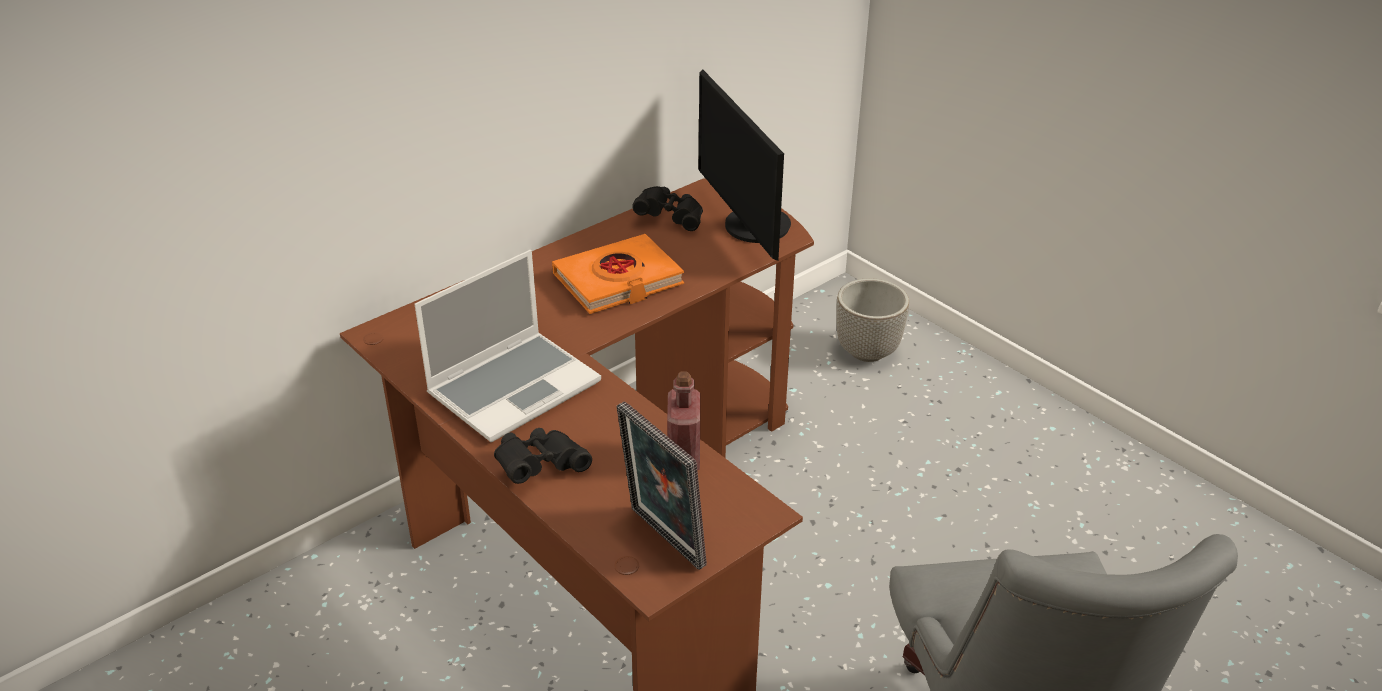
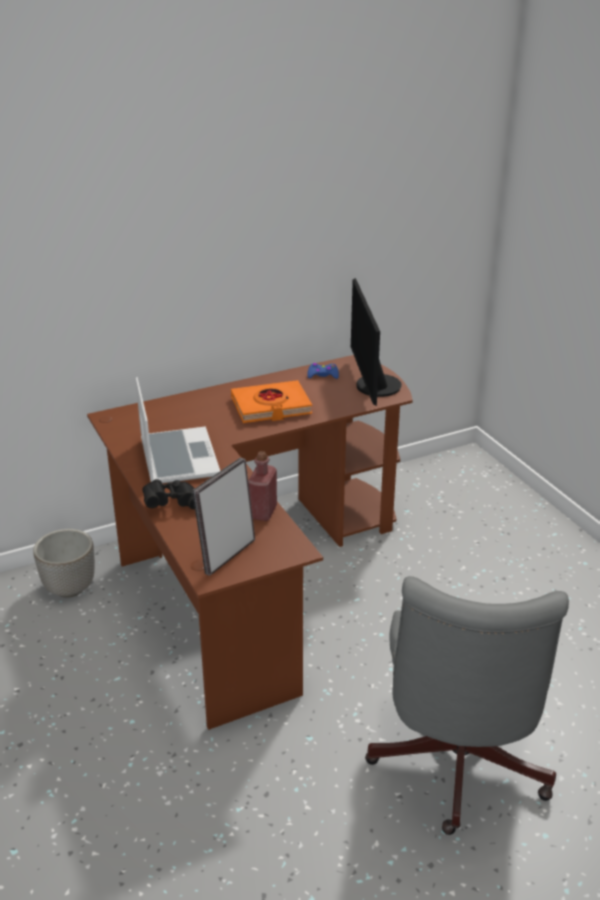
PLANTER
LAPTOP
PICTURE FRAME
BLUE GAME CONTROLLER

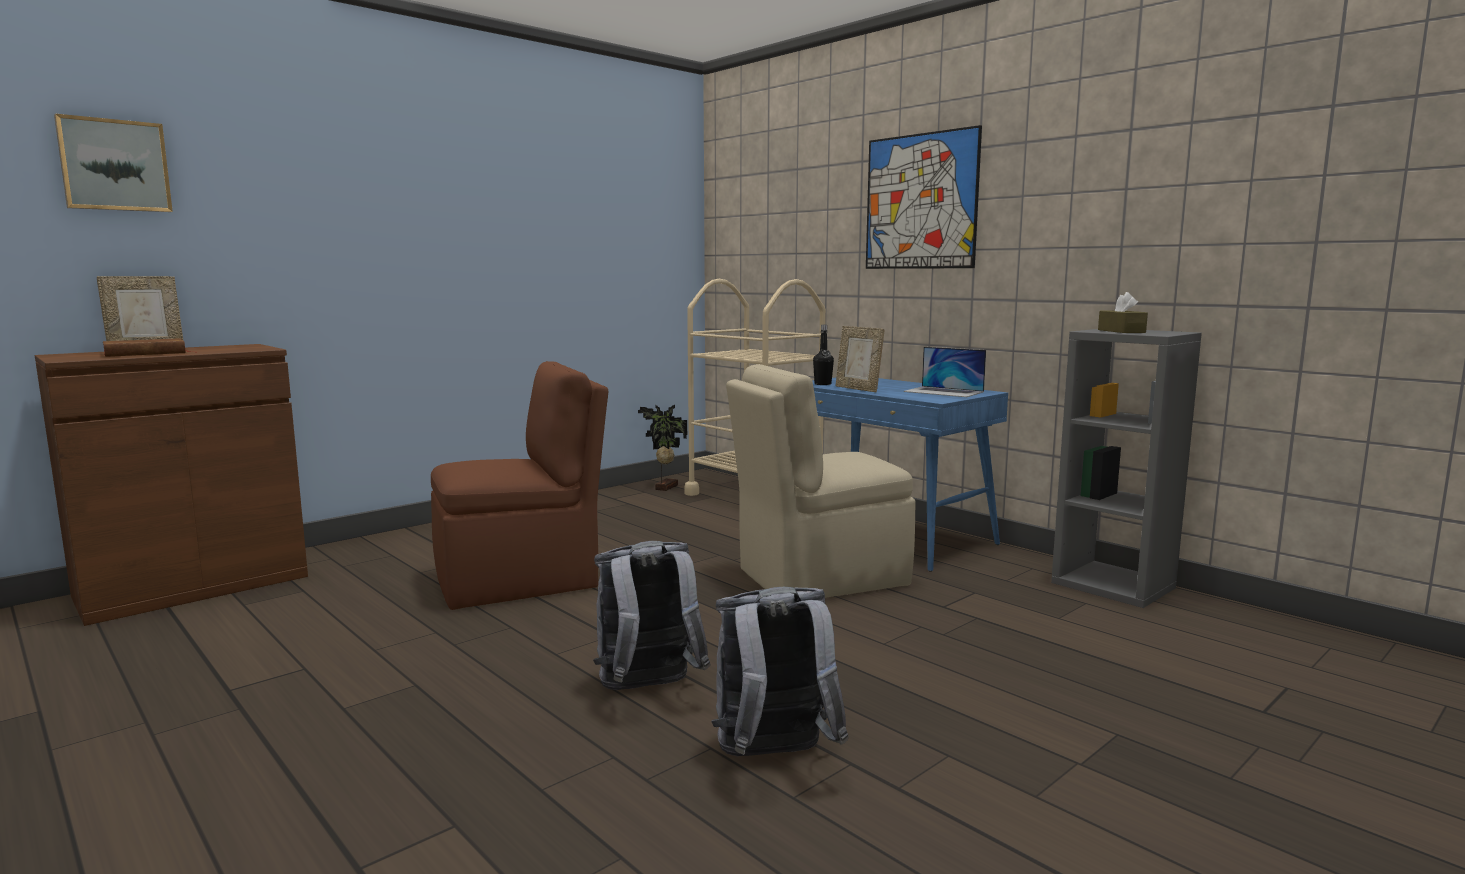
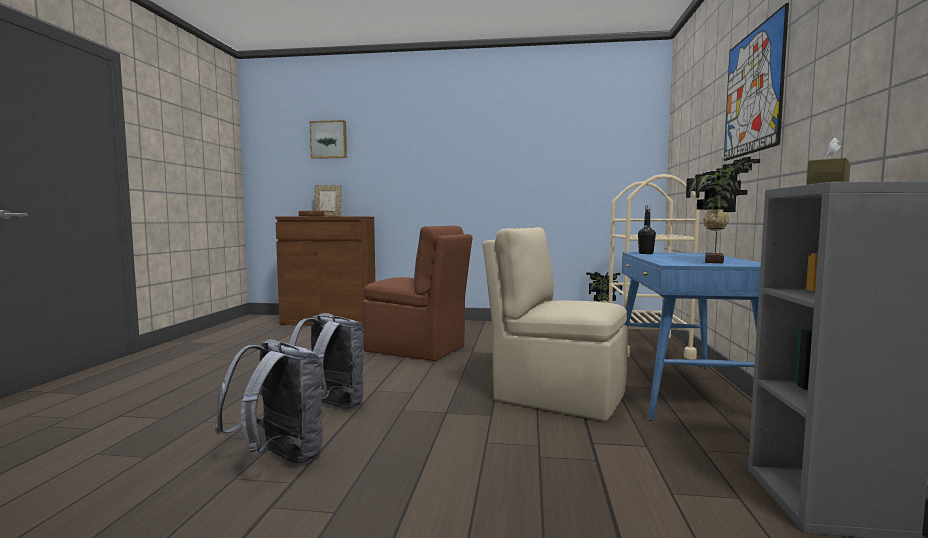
POTTED PLANT (no. 2 from left)
PICTURE FRAME (no. 2 from left in the first image)

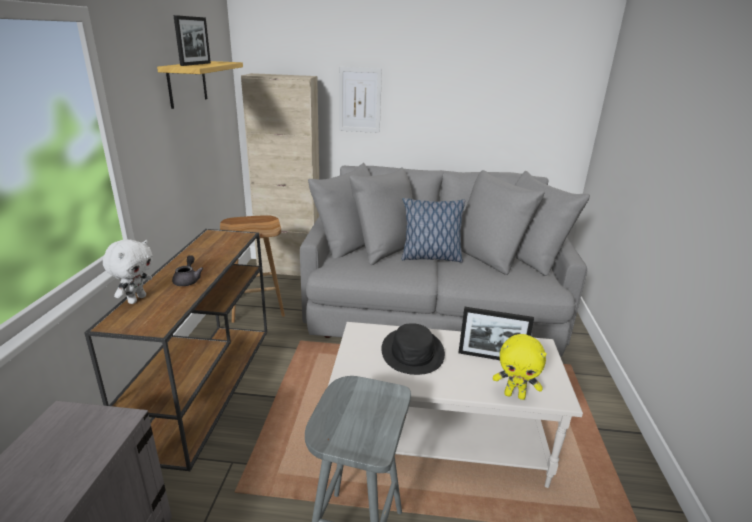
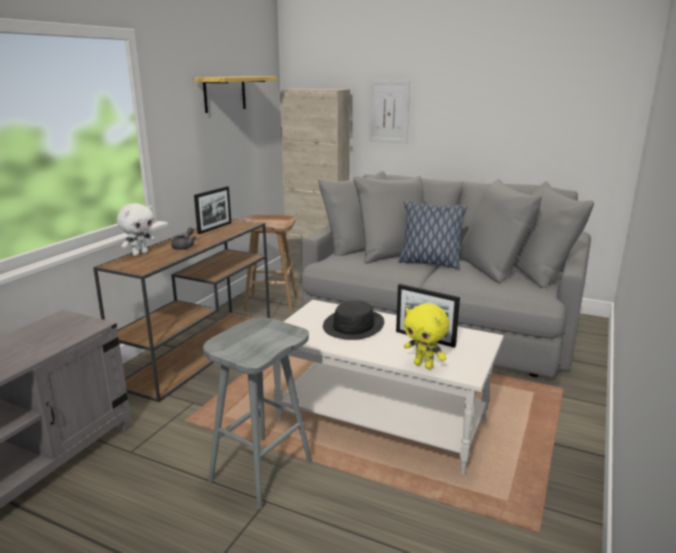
PICTURE FRAME (no. 1 from left)

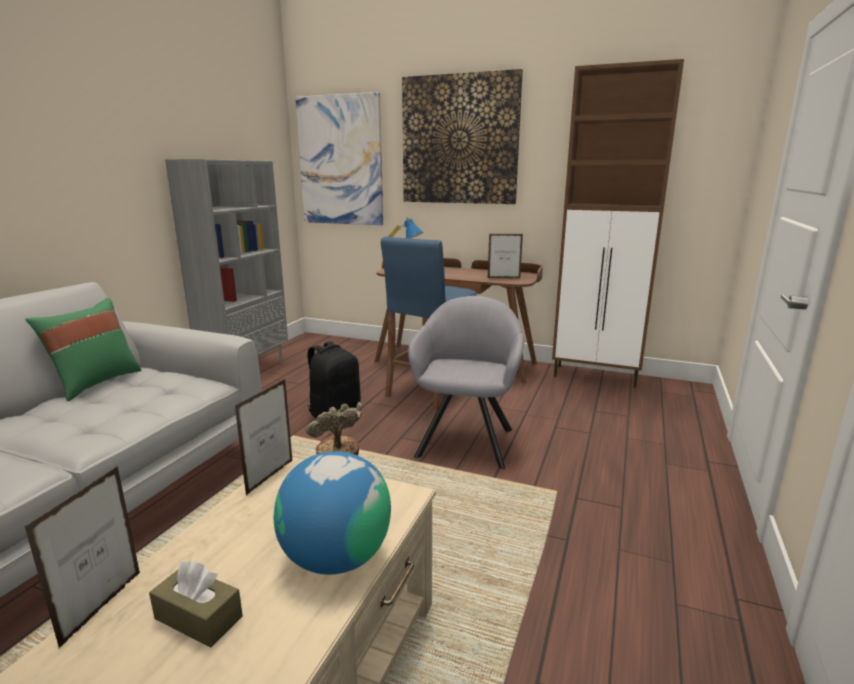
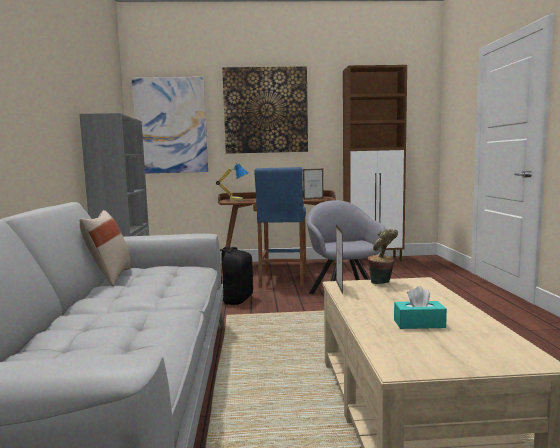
BEIGE PILLOW
TURQUOISE TISSUE BOX
PICTURE FRAME (no. 1 from left in the first image)
GLOBE

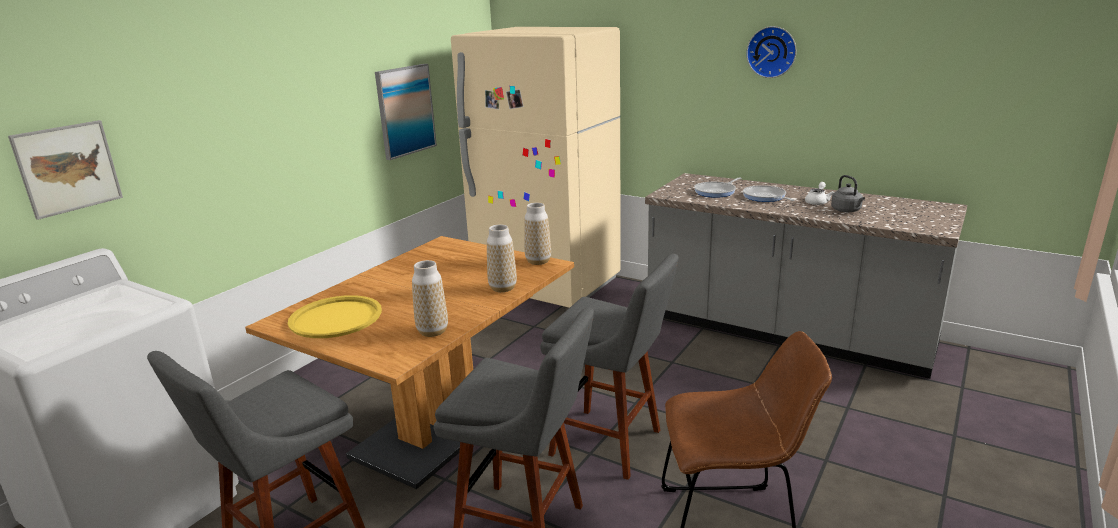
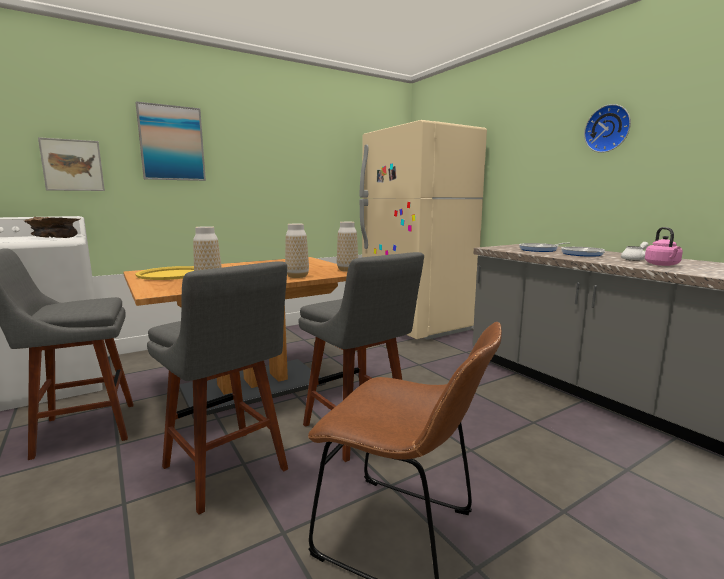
BROWN BOWL
PICTURE (no. 2 from left)
PINK KETTLE

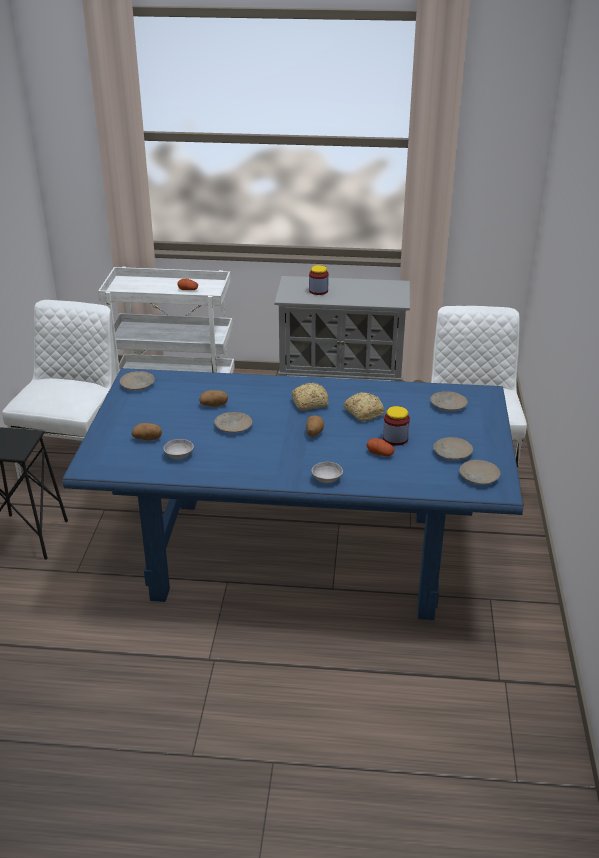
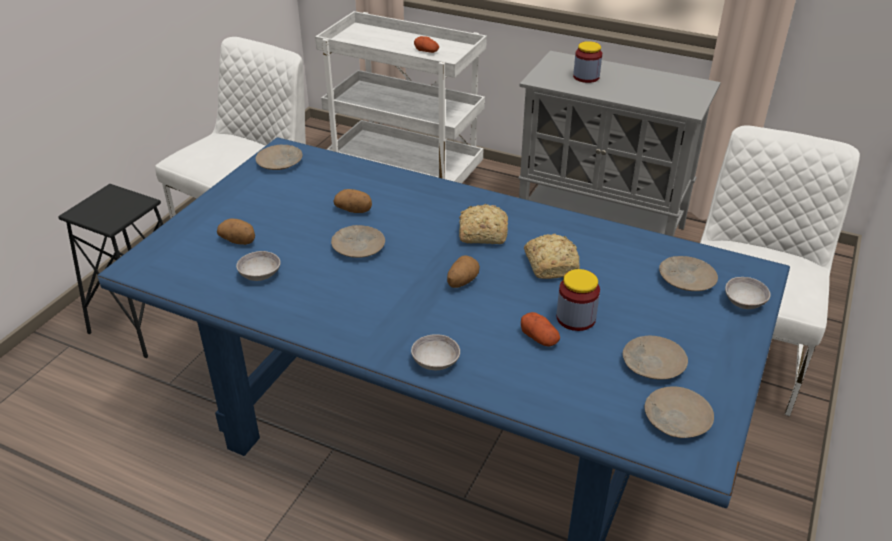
GREY BOWL (no. 3 from left)

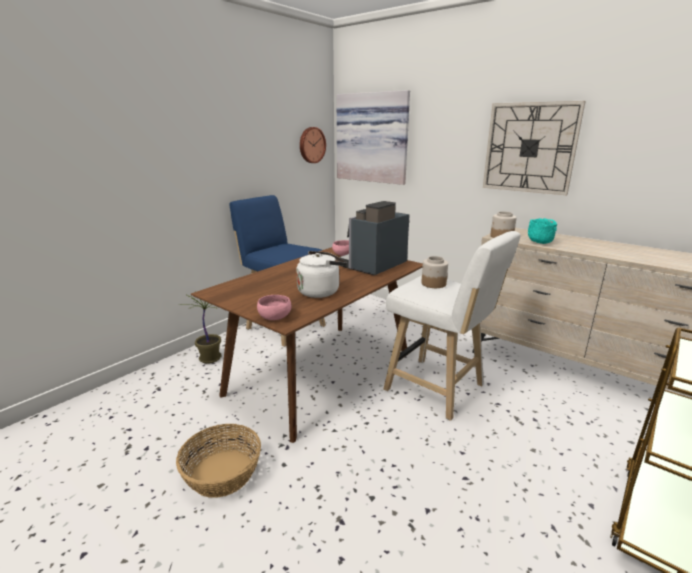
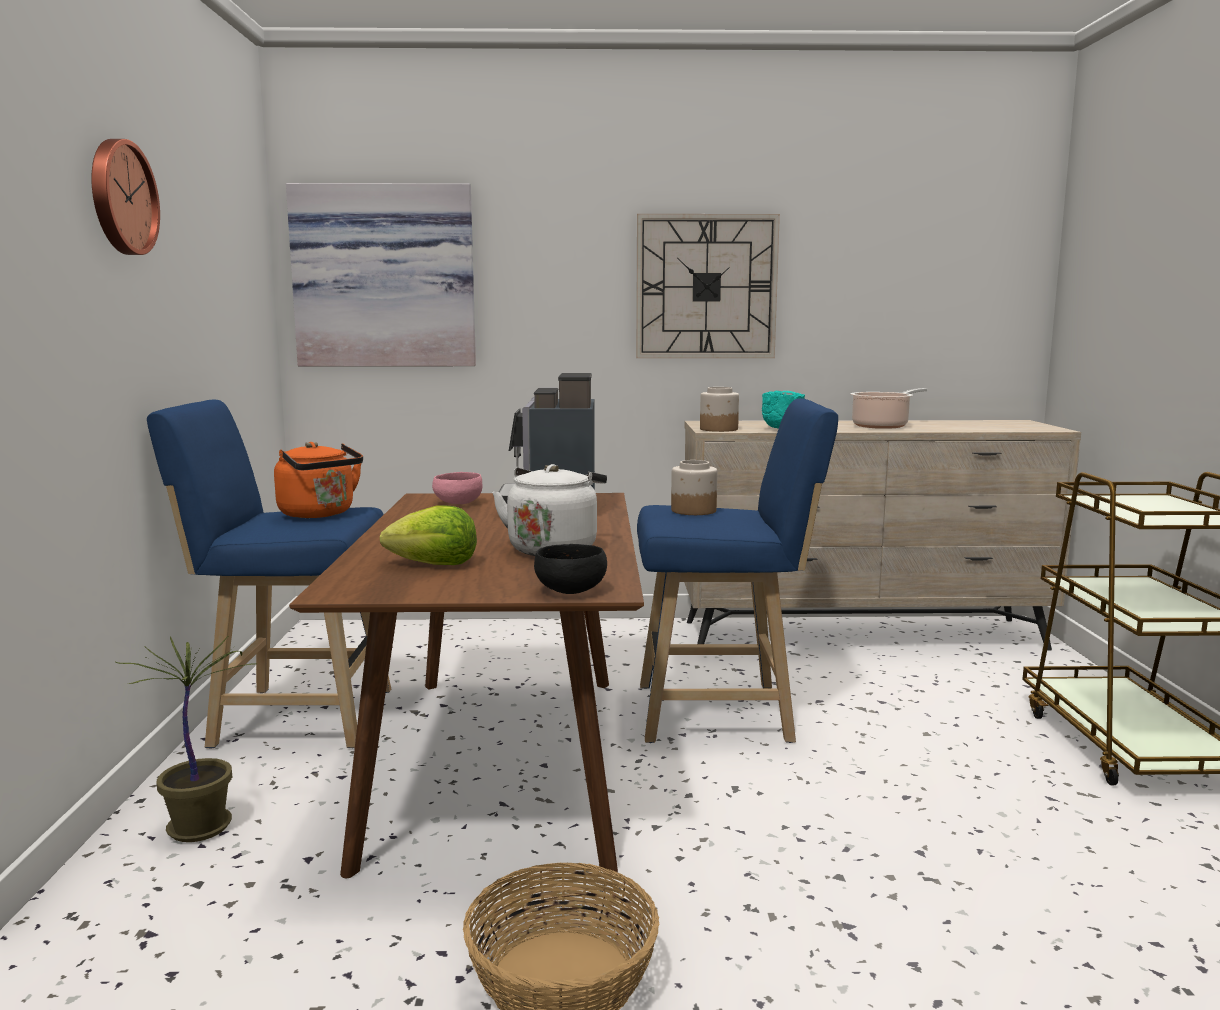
WALL CLOCK (no. 1 from left)
ORANGE KETTLE
LETTUCE
BLACK BOWL
BLUE STOOL (no. 2 from left)
COOKING POT

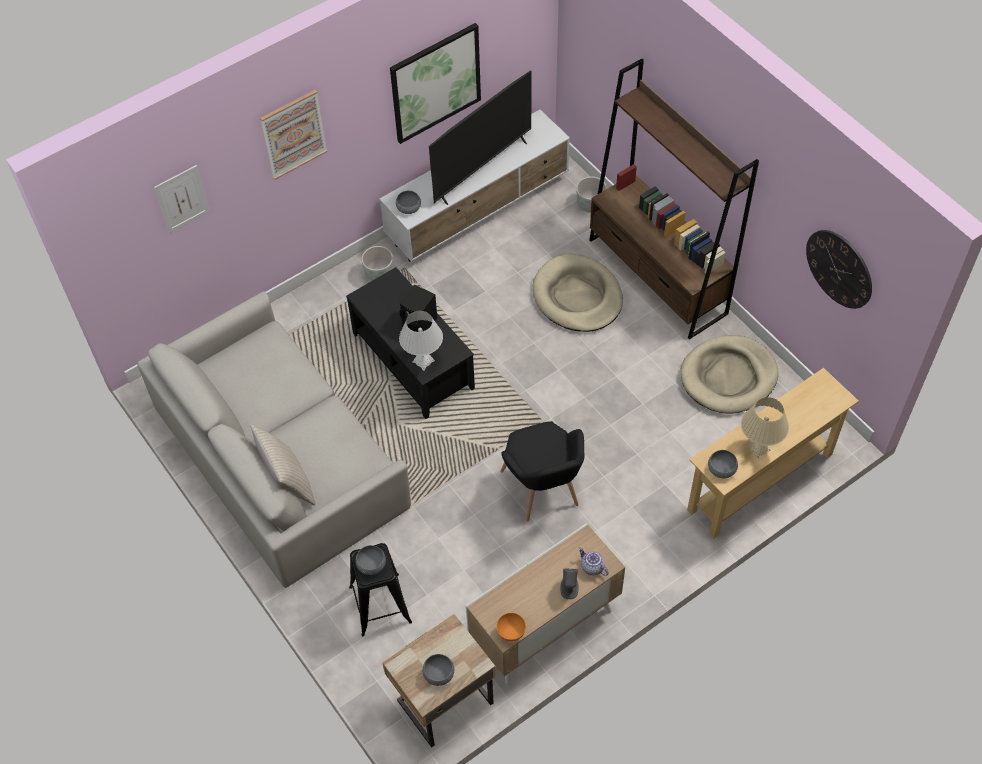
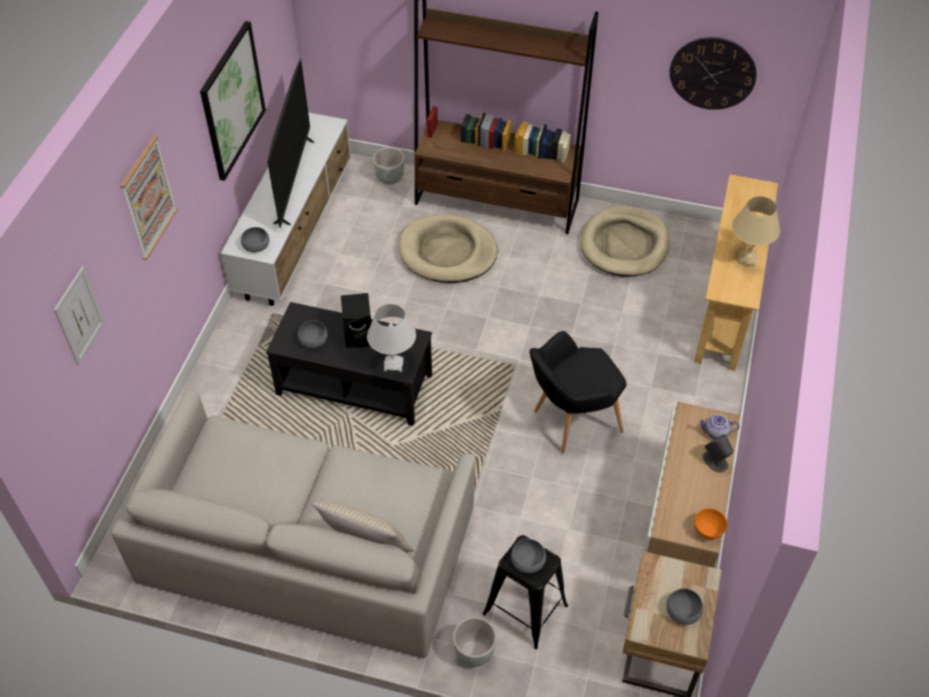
GREY BOWL (no. 2 from left)
GREY PLANTER (no. 2 from left)
BLACK ARMCHAIR

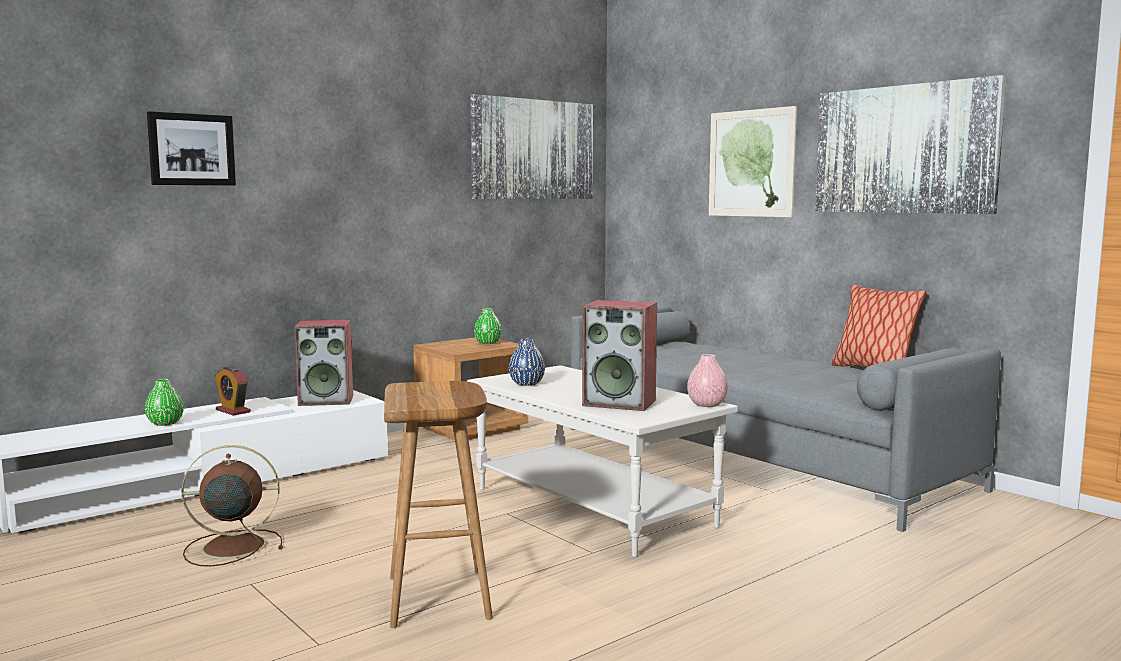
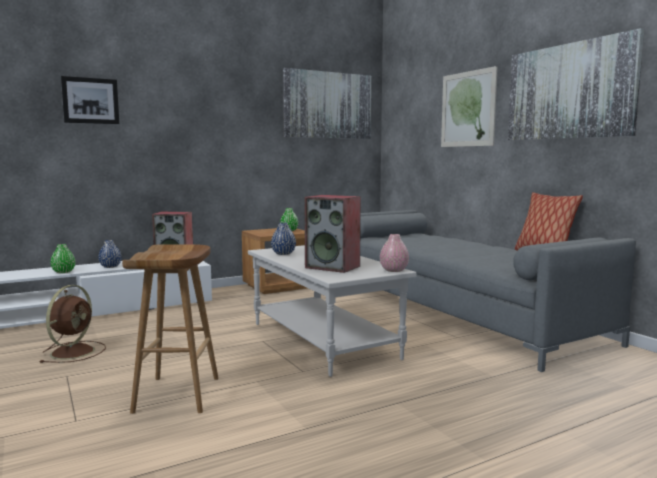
BROWN FAN
BLUE VASE (no. 1 from left)

